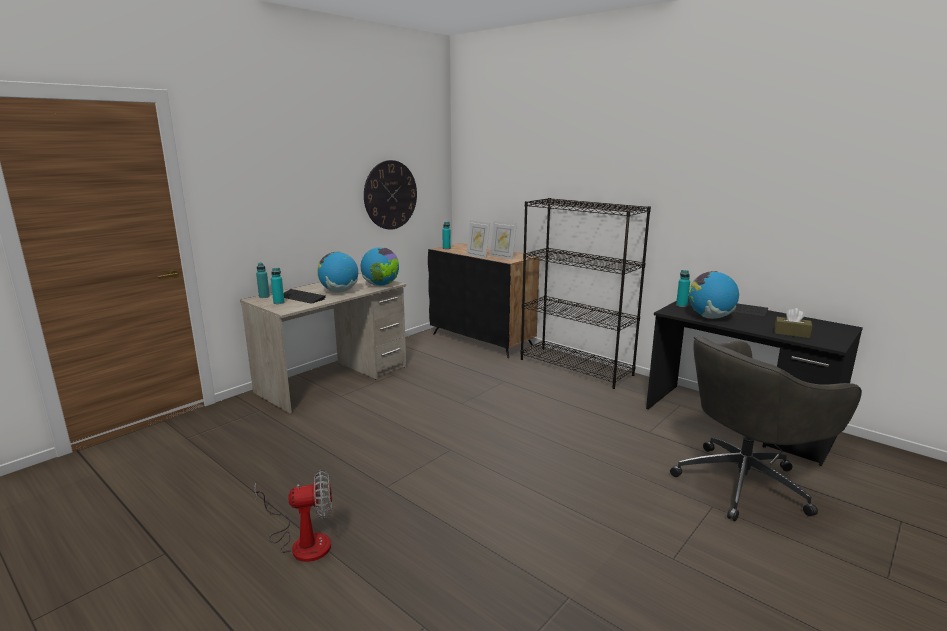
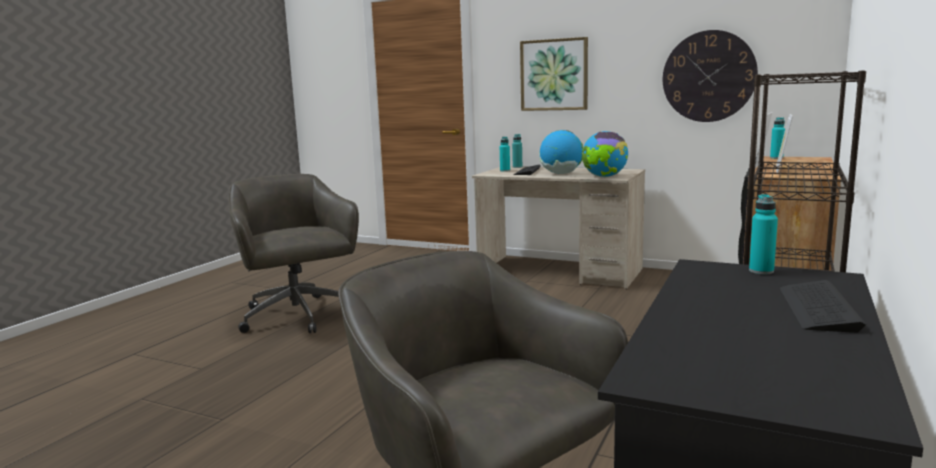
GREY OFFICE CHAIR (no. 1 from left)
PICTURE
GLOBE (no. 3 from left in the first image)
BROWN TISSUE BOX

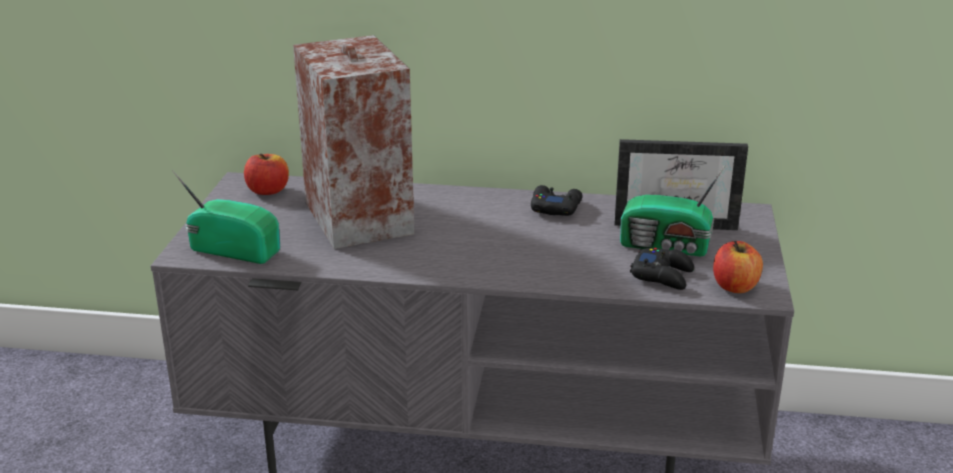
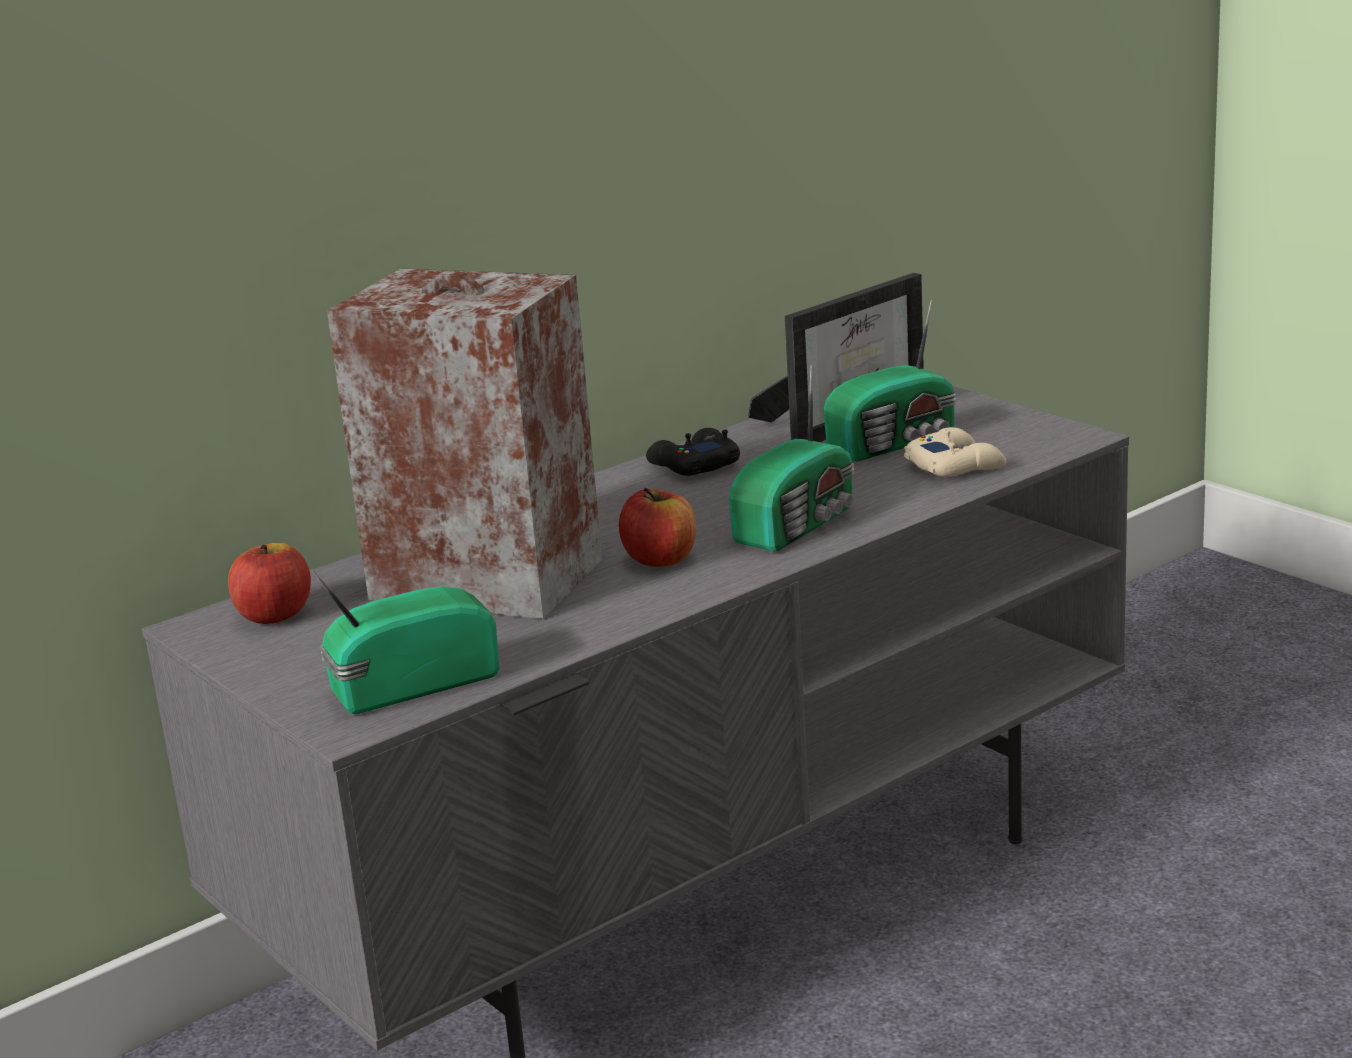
APPLE (no. 2 from left)
RADIO (no. 2 from left)
BEIGE GAME CONTROLLER

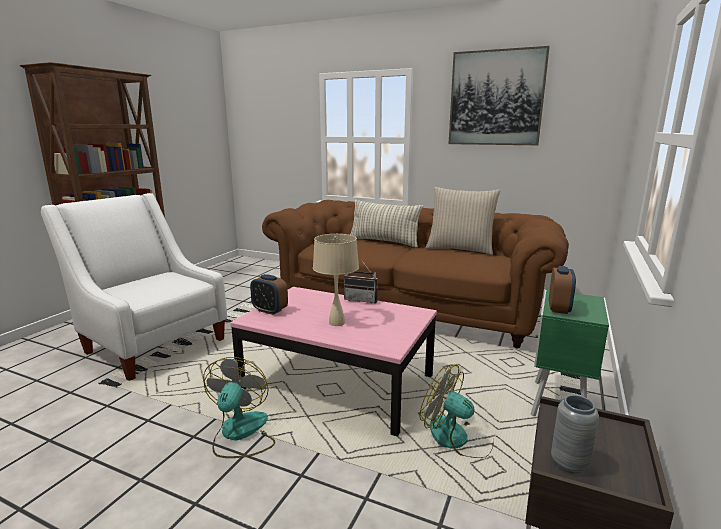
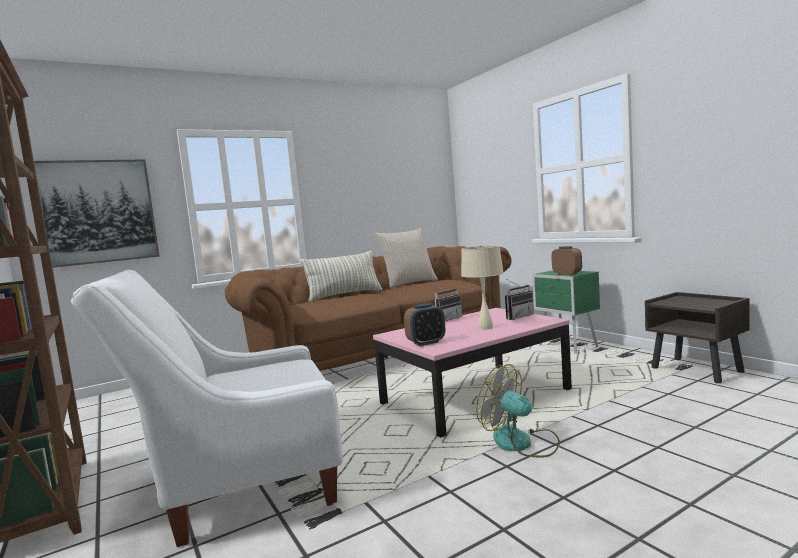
PICTURE
RADIO (no. 2 from left)
FAN (no. 2 from left in the first image)
GREY VASE

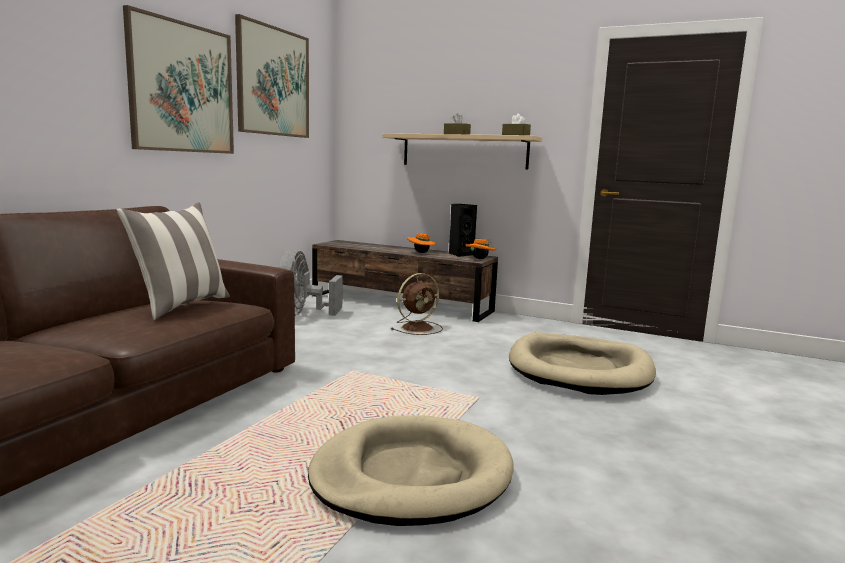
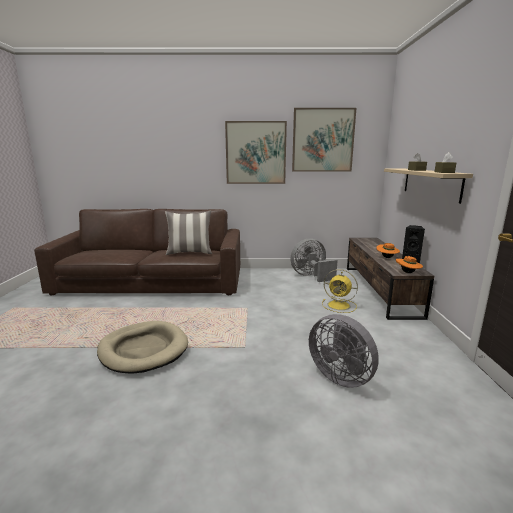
GREY FAN (no. 2 from left)
YELLOW FAN

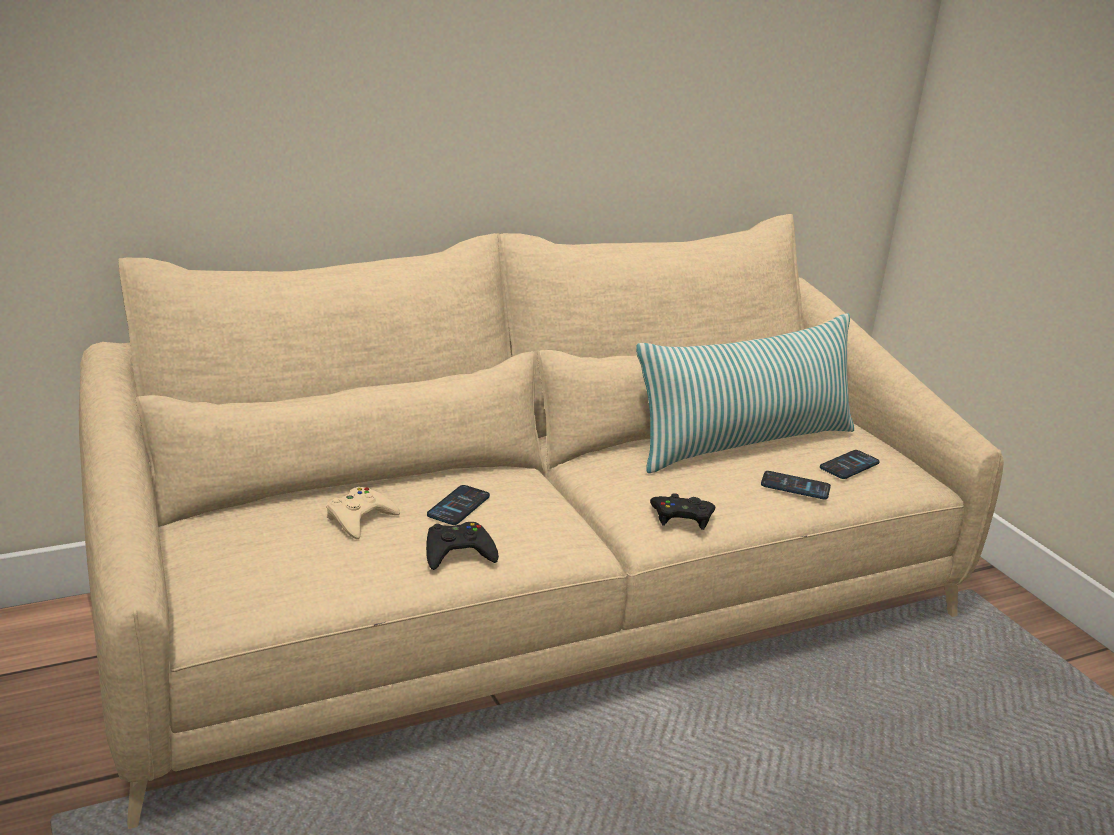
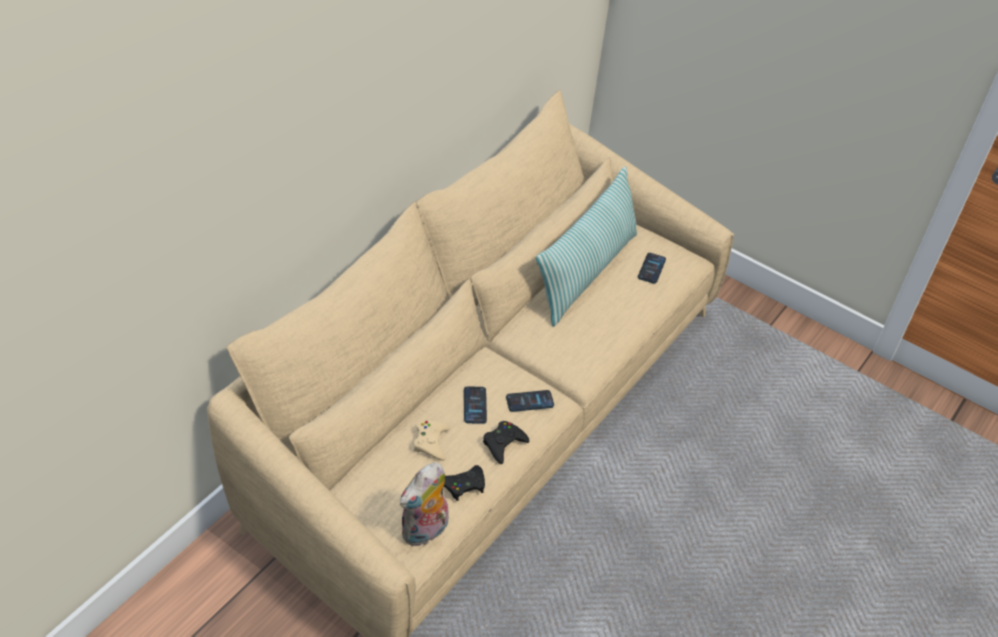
PLUSH TOY
BLACK GAME CONTROLLER (no. 1 from left)
PHONE (no. 2 from left)

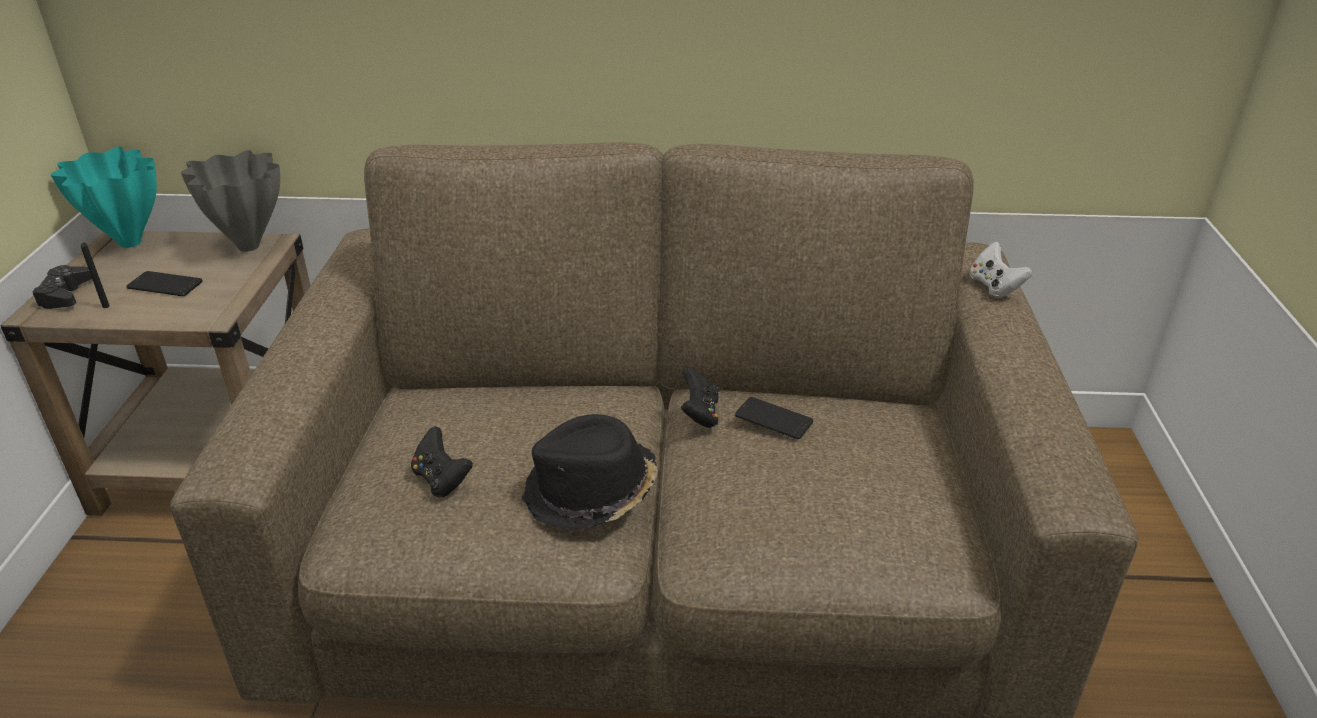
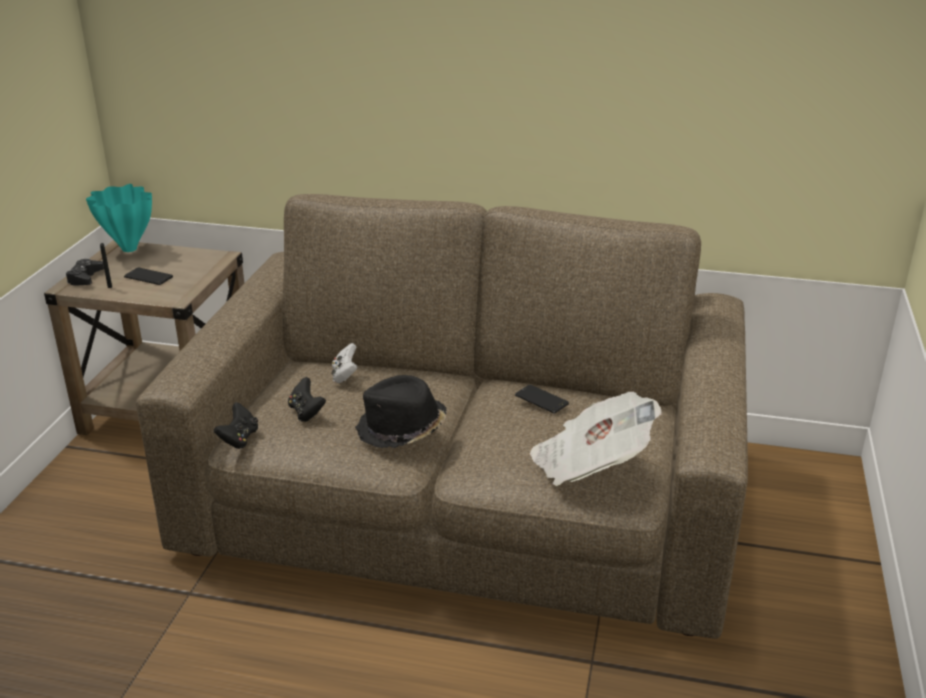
BLACK GAME CONTROLLER (no. 2 from left)
WHITE GAME CONTROLLER
NEWSPAPER
GREY VASE

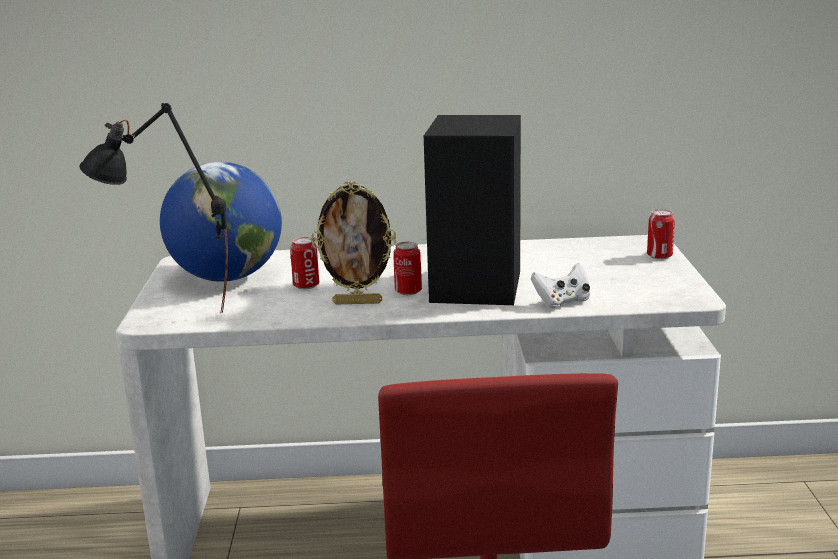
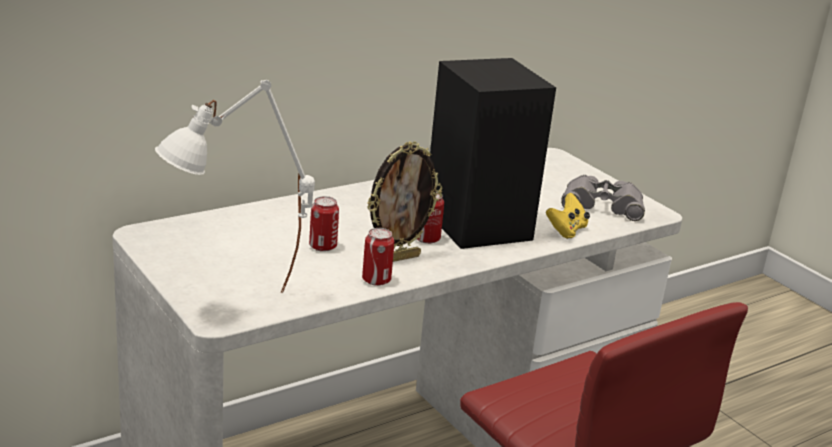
WHITE TABLE LAMP
CAN (no. 2 from left)
YELLOW GAME CONTROLLER
GREY BINOCULARS
GLOBE

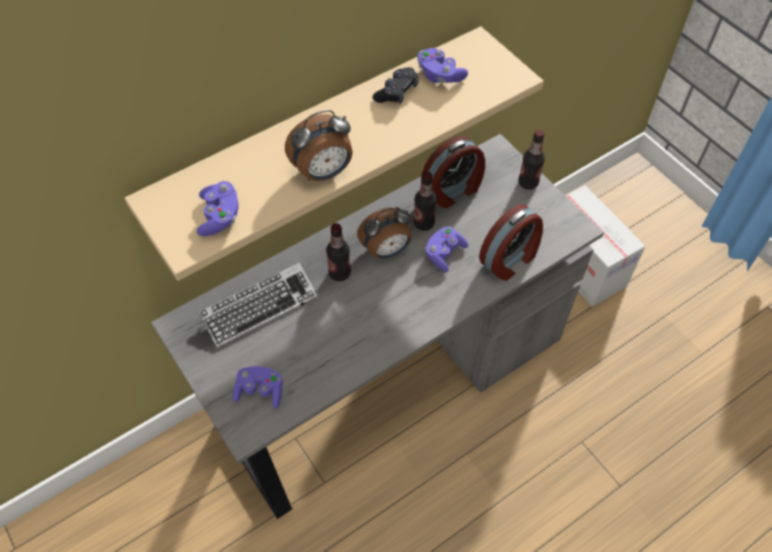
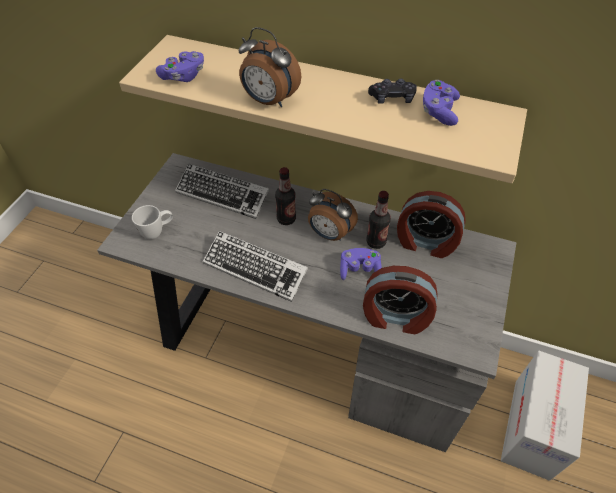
WHITE MUG
KEYBOARD (no. 2 from left)
BOTTLE (no. 3 from left in the first image)

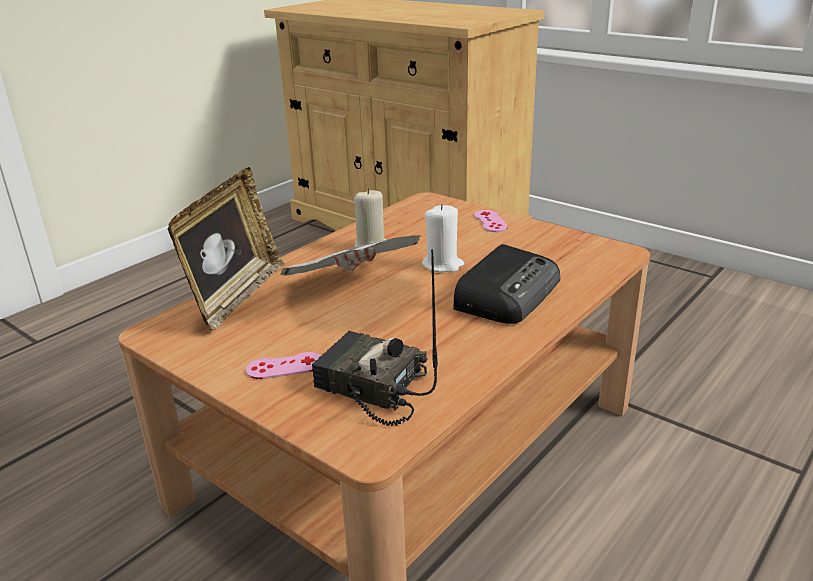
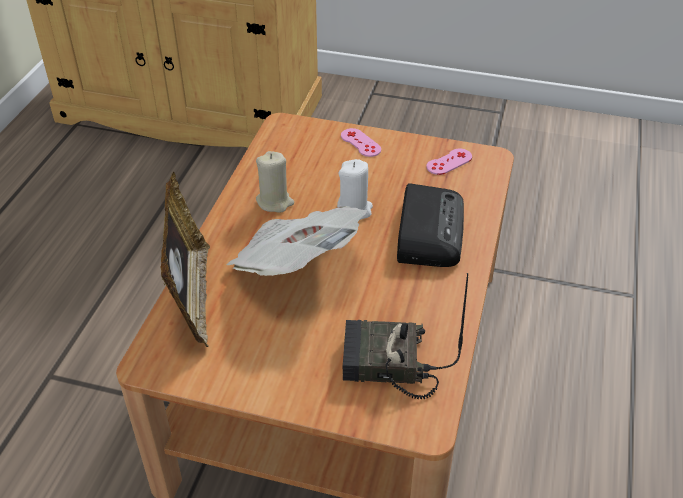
PINK GAME CONTROLLER (no. 2 from left)

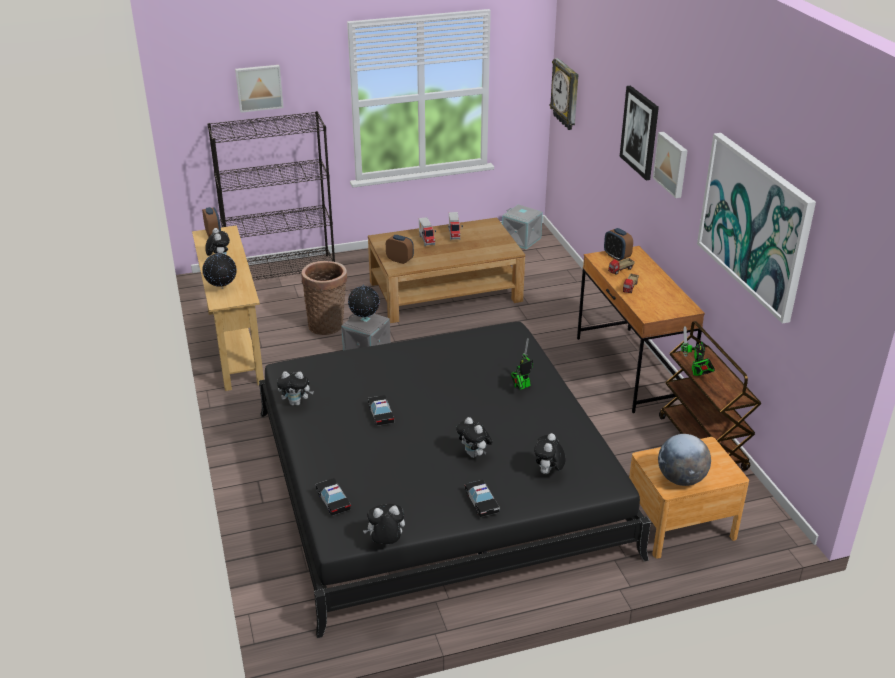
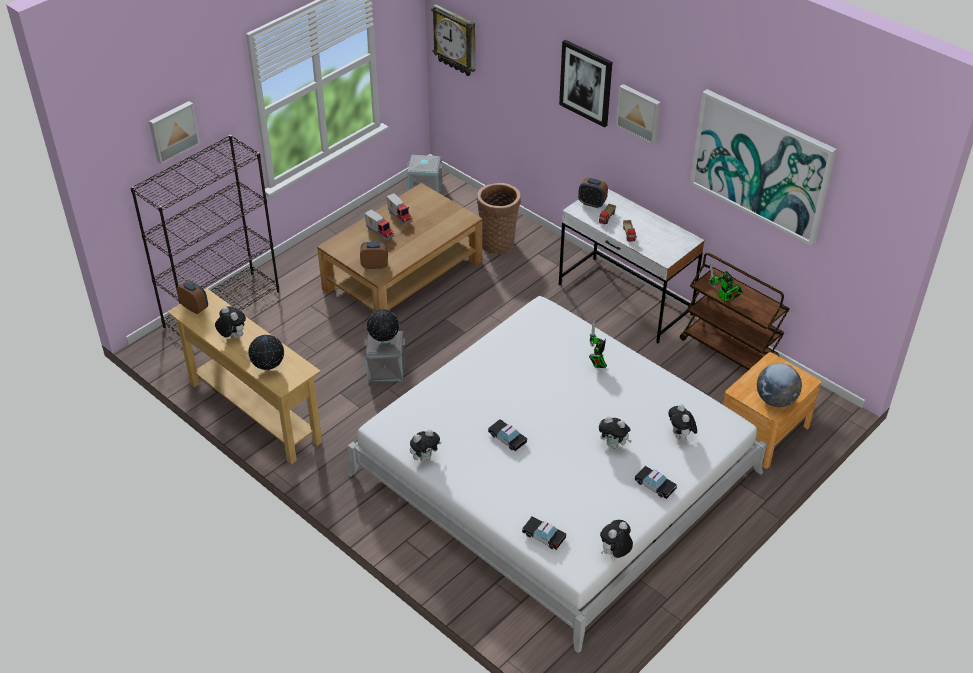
WHITE BED
BASKET
WHITE DESK

